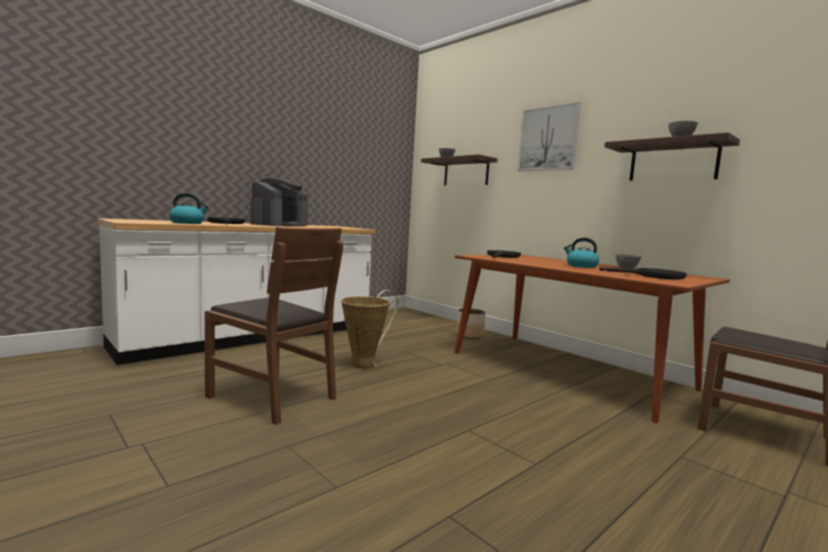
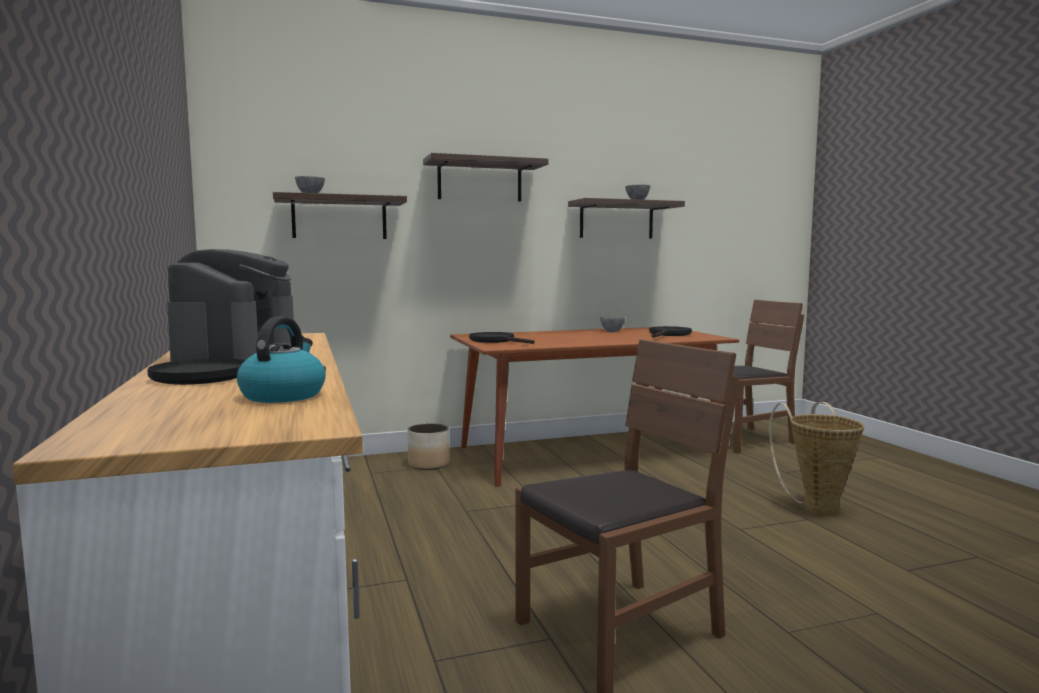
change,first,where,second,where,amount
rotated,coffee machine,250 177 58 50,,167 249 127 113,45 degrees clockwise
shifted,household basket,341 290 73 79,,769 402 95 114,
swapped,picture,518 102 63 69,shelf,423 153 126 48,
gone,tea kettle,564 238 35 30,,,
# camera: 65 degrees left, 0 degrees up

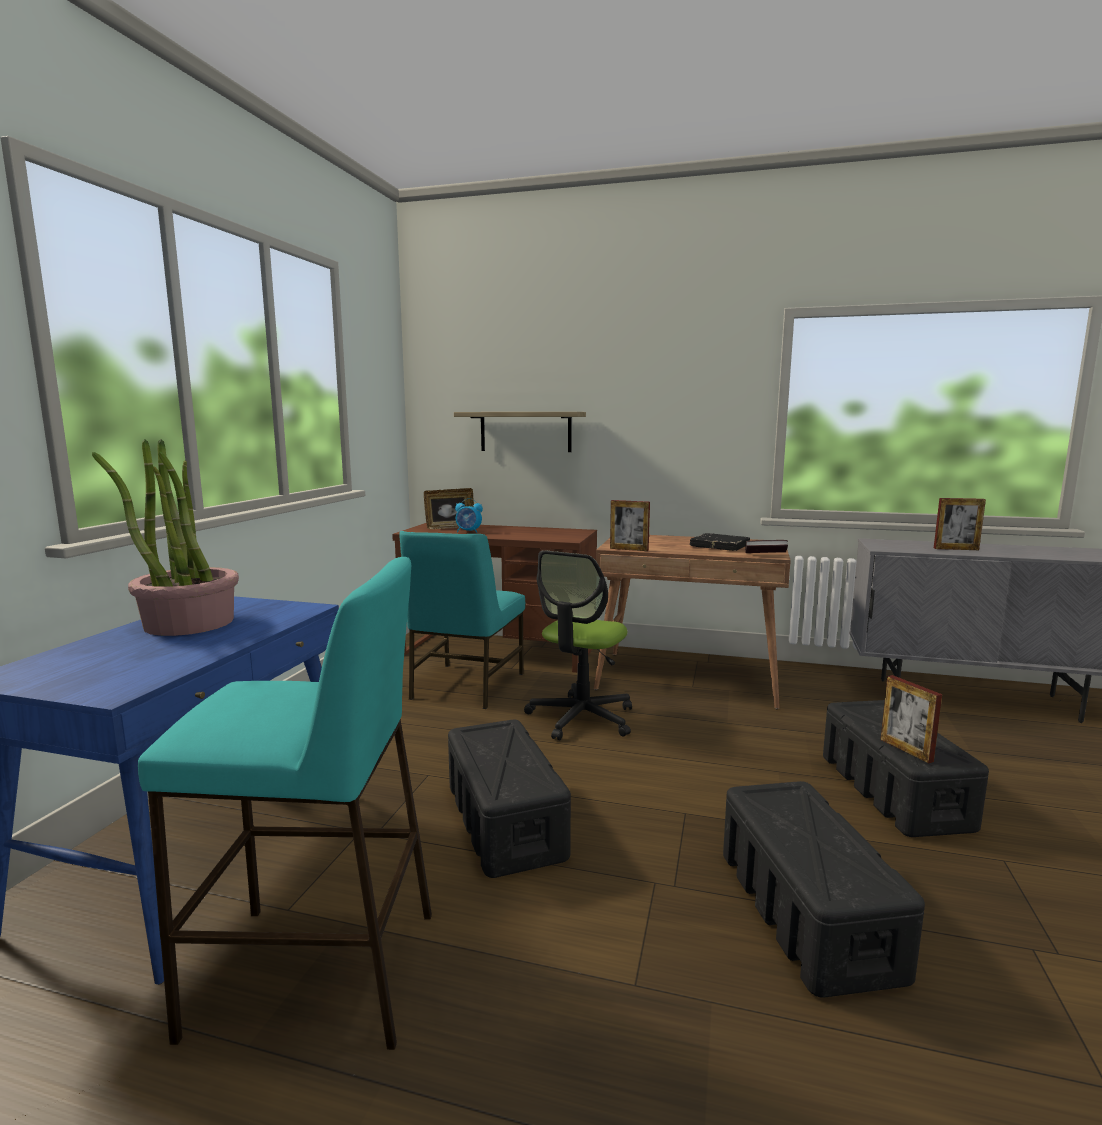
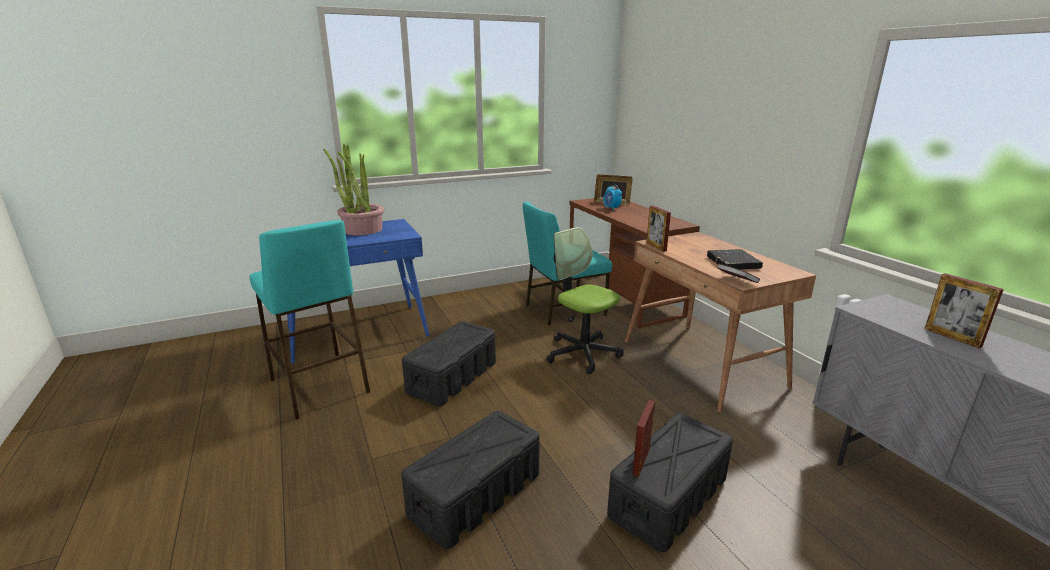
change,first,where,second,where,amount
gone,shelf,454 412 132 40,,,
rotated,desk chair,524 550 108 190,,546 227 78 147,60 degrees clockwise
# camera: 50 degrees right, 10 degrees up

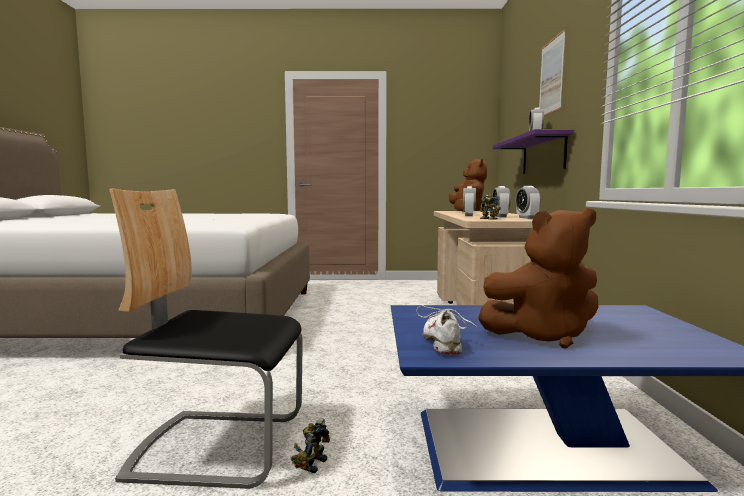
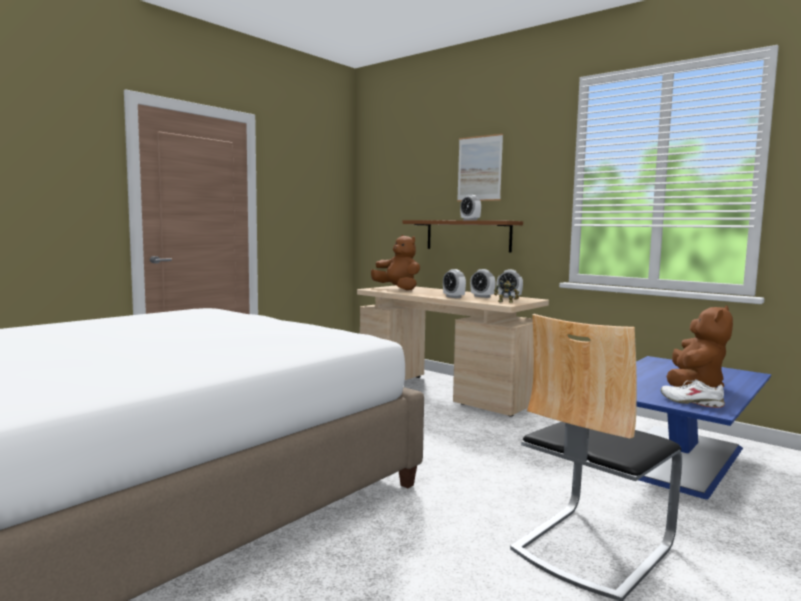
change,first,where,second,where,amount
gone,toy robot,290 418 40 55,,,
repainted,shelf (purple-coloured),493 129 81 45,shelf (brown),403 220 120 32,
# camera: 50 degrees left, 0 degrees up

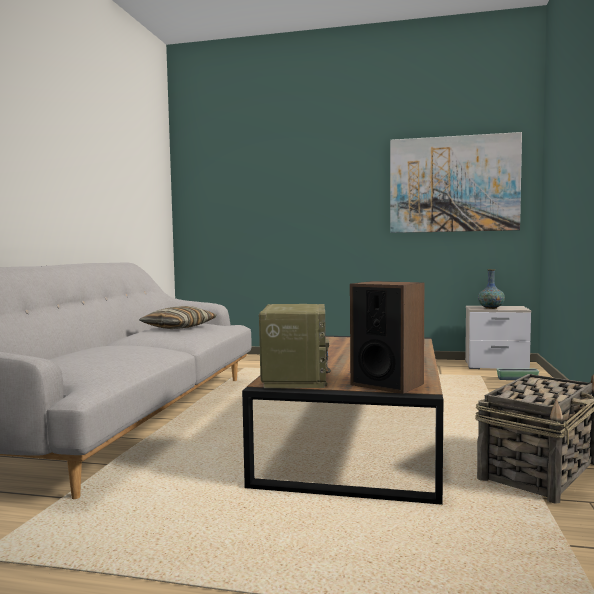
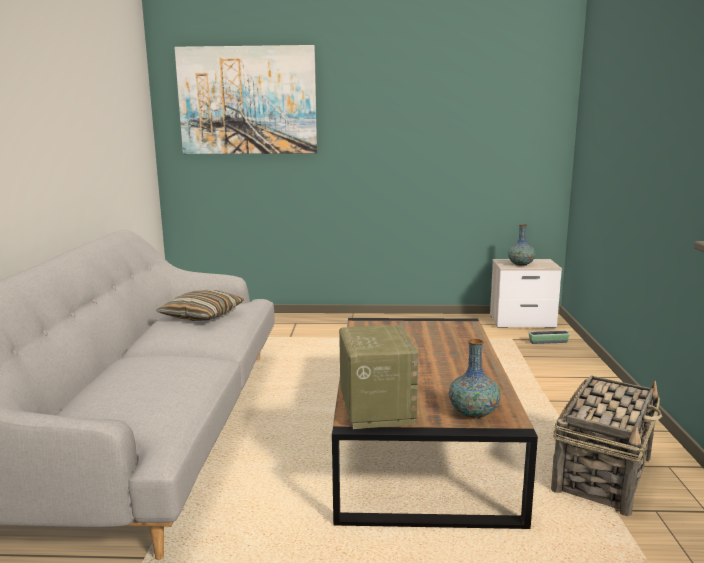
change,first,where,second,where,amount
swapped,audio speaker,350 281 74 113,decorative vase,449 339 52 79,
shifted,picture,390 132 132 101,,174 45 143 109,
# camera: 10 degrees left, 10 degrees up

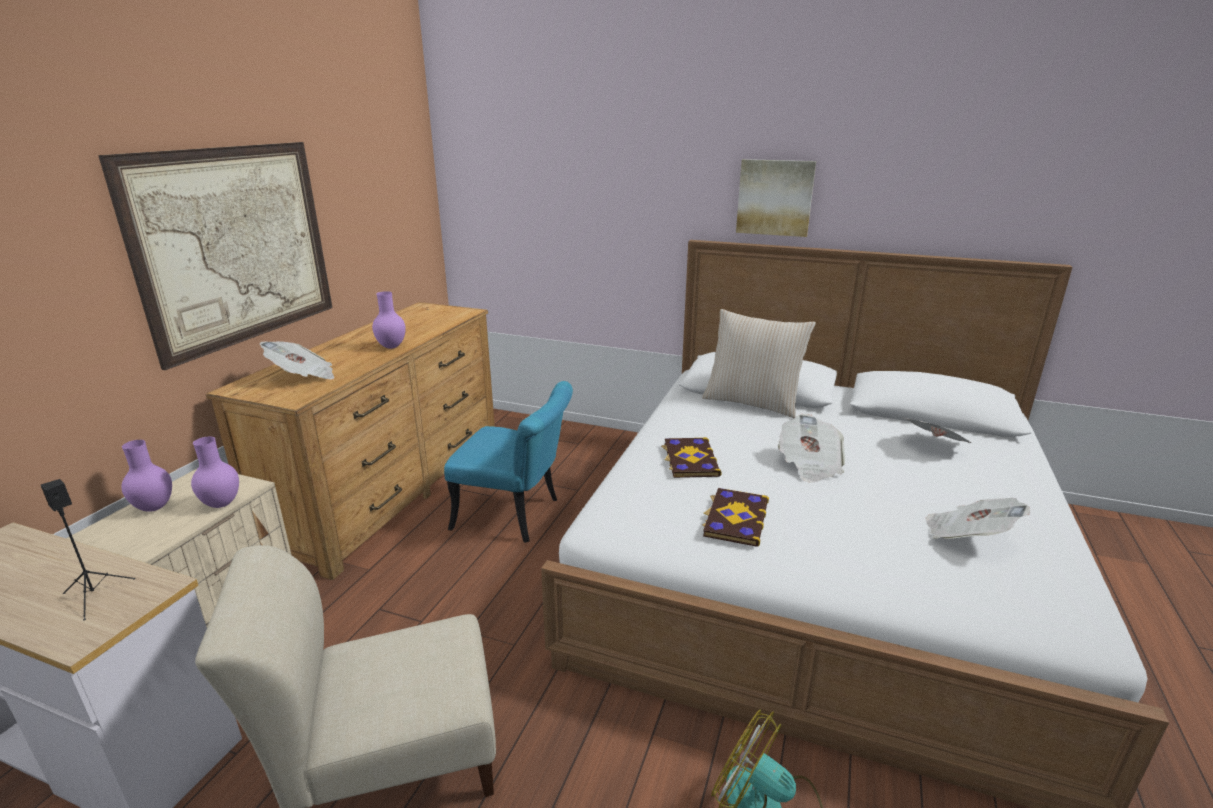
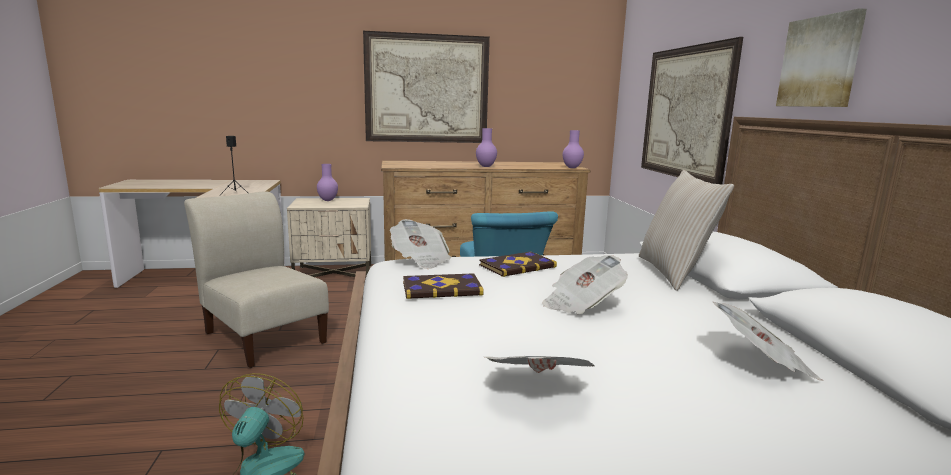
change,first,where,second,where,amount
shifted,decorative vase (purple-coloured),191 437 48 71,,563 130 21 38,
shifted,daily paper,259 341 75 38,,390 219 61 50,
new,,,picture,641 37 102 147,
# camera: 60 degrees right, 10 degrees down

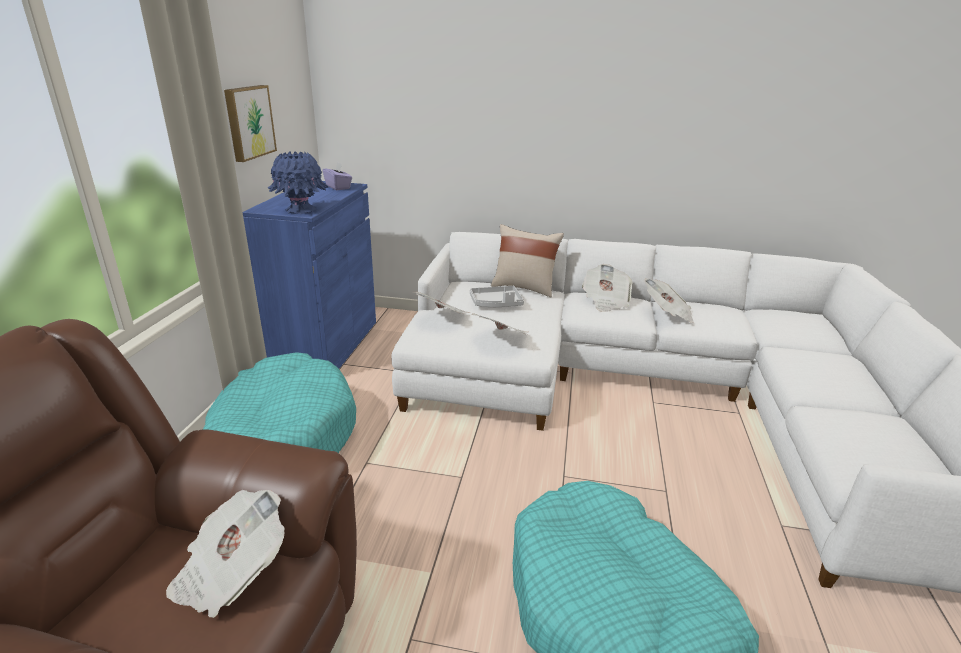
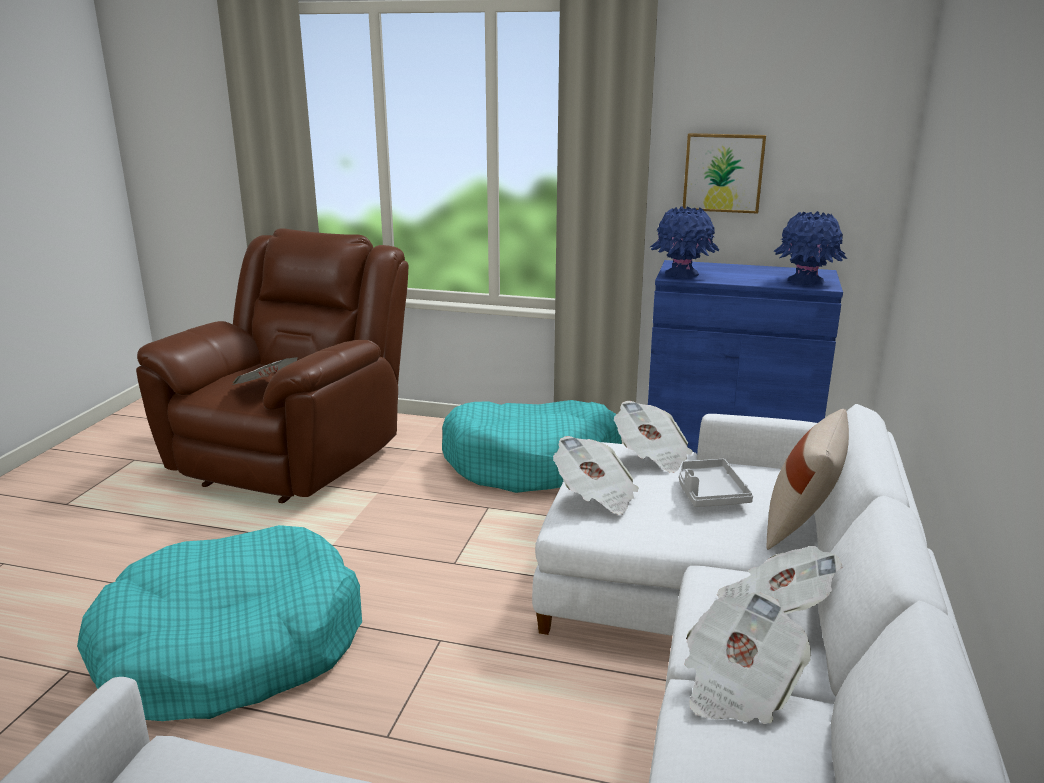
change,first,where,second,where,amount
swapped,box of tissues (purple-coloured),323 162 29 28,decorative vase (blue),774 211 73 75,
# camera: 95 degrees right, 5 degrees down

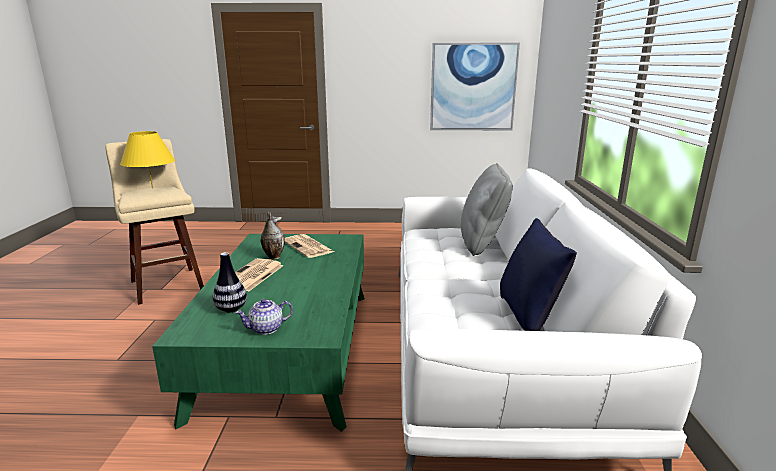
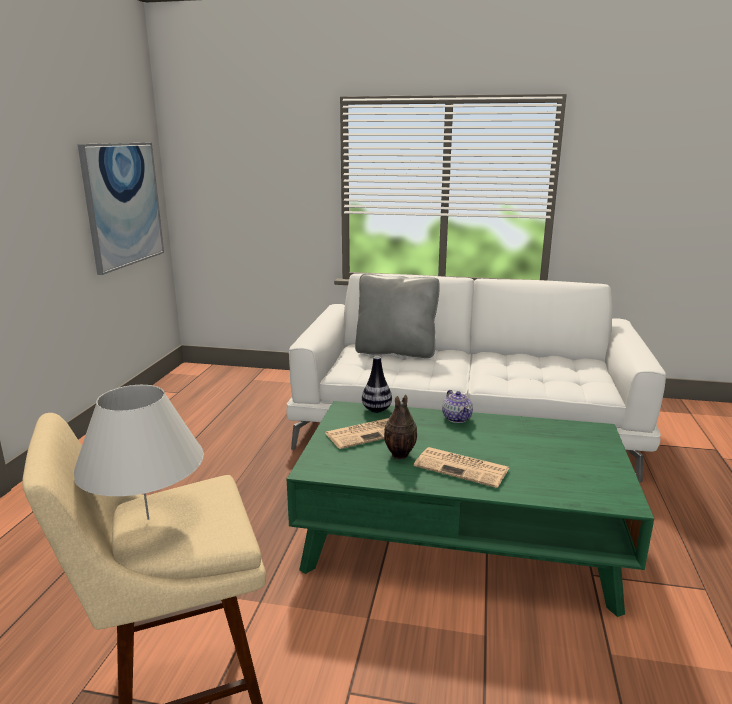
change,first,where,second,where,amount
repainted,table lamp (yellow-coloured),120 131 55 58,table lamp (white-coloured),74 385 130 135,
shifted,decorative vase,213 252 34 60,,362 356 30 57,
shifted,pot for tea,235 299 58 36,,442 390 31 33,
gone,cushion (blue),500 218 77 113,,,
# camera: 80 degrees left, 0 degrees up

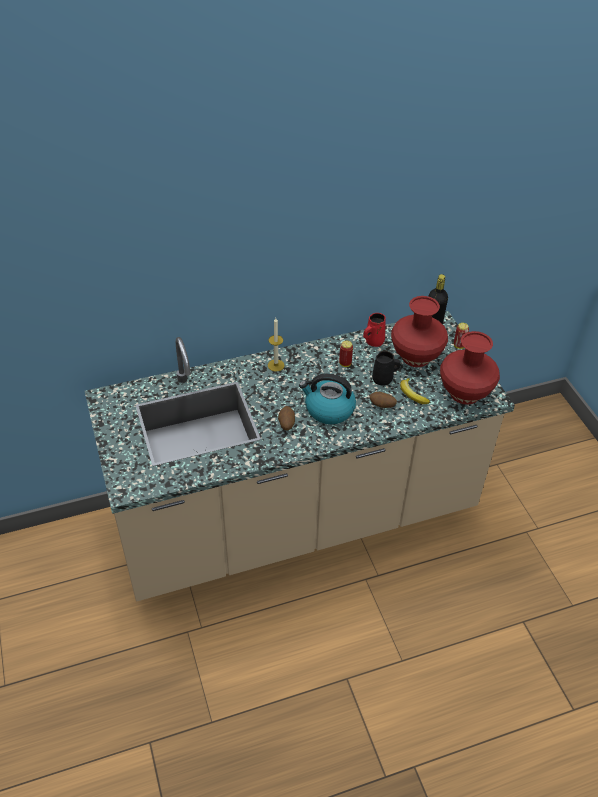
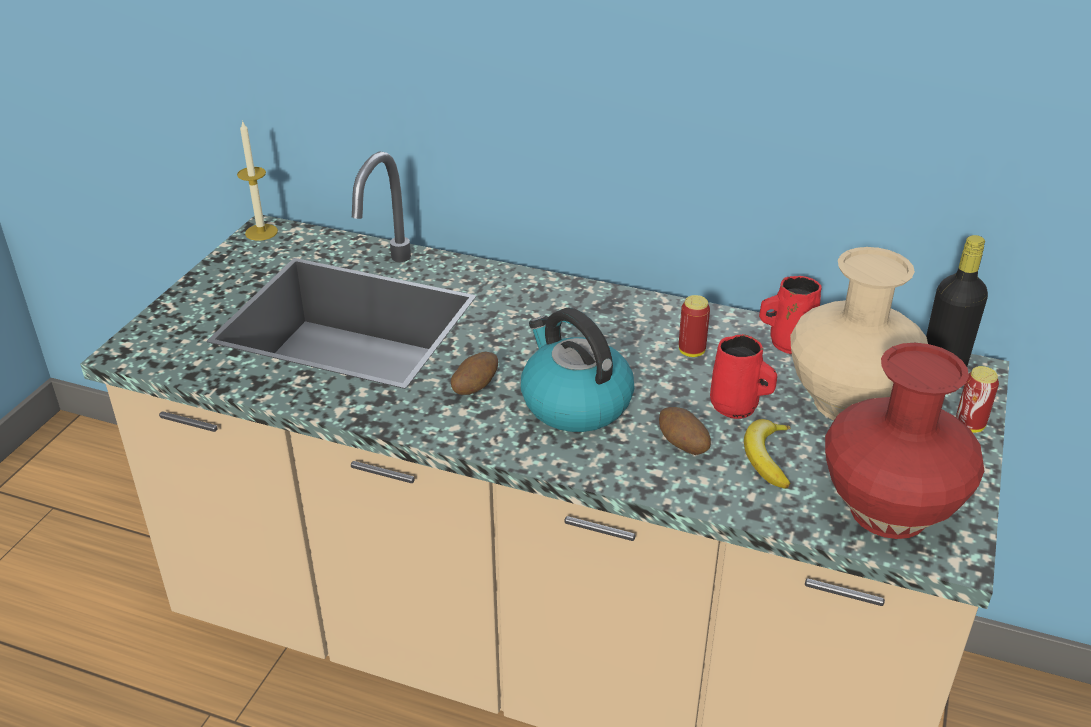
change,first,where,second,where,amount
shifted,wax light,268 318 17 53,,237 120 41 121,
repainted,coffee mug (blackish),372 351 28 35,coffee mug (red-coloured),710 334 67 85,
repainted,decorative vase (red-coloured),391 296 57 71,decorative vase (beige-coloured),790 247 138 173,
# camera: 40 degrees right, 10 degrees down

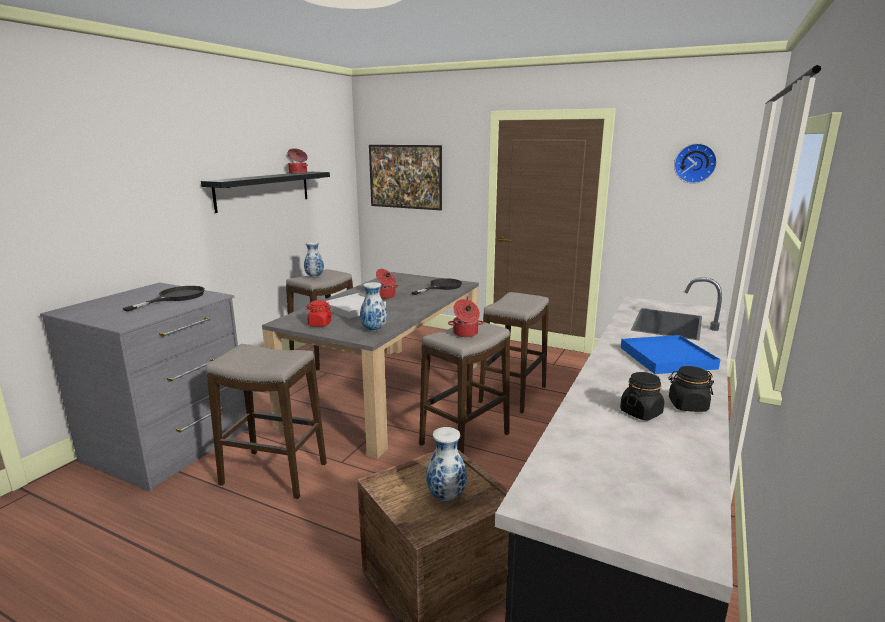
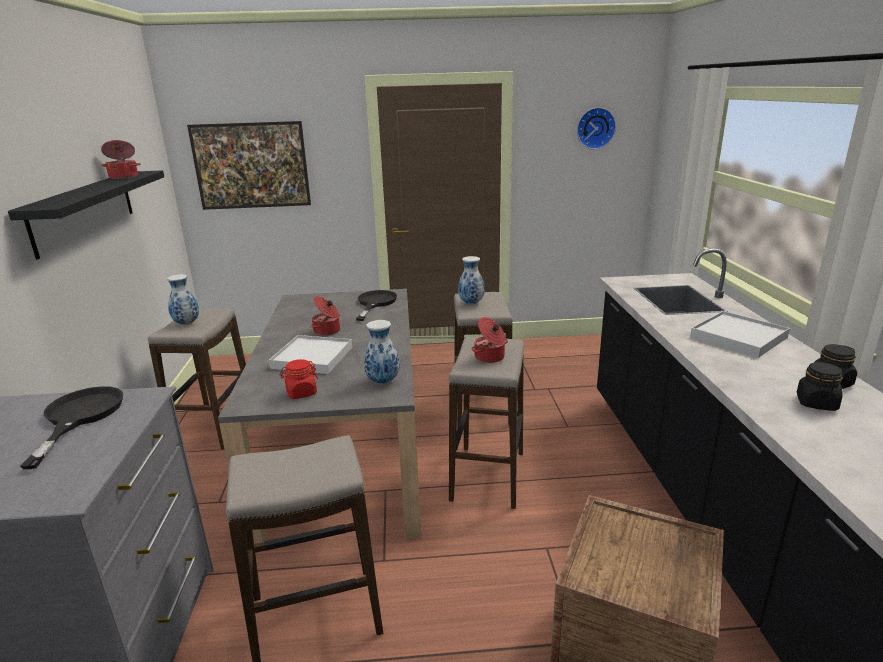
change,first,where,second,where,amount
shifted,decorative vase,426 427 41 74,,458 256 27 49,
repainted,tray (blue),621 335 100 39,tray (white-coloured),690 311 100 47,
# camera: 30 degrees left, 5 degrees up

